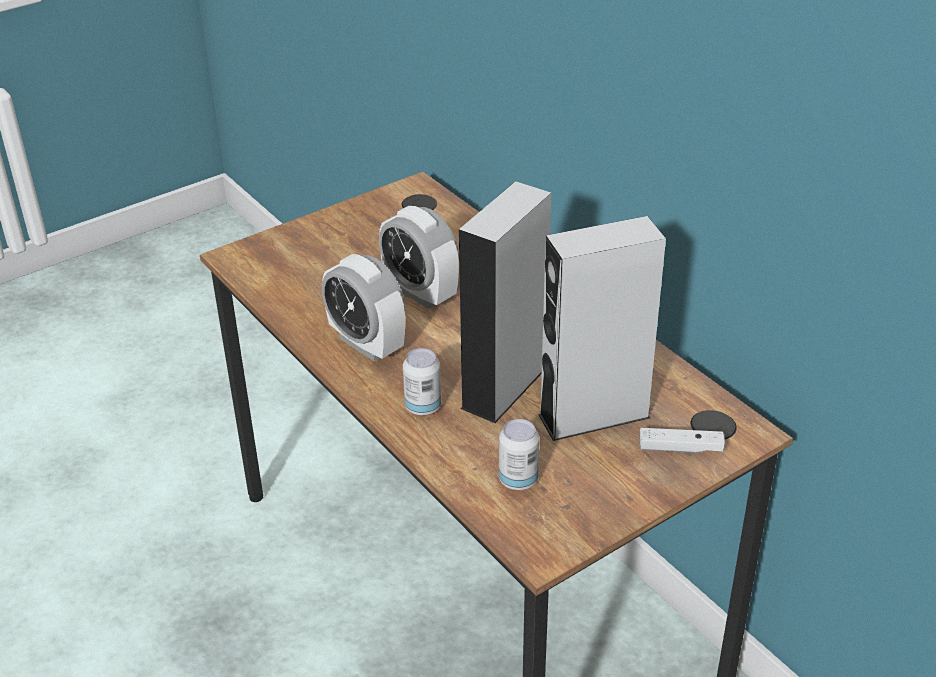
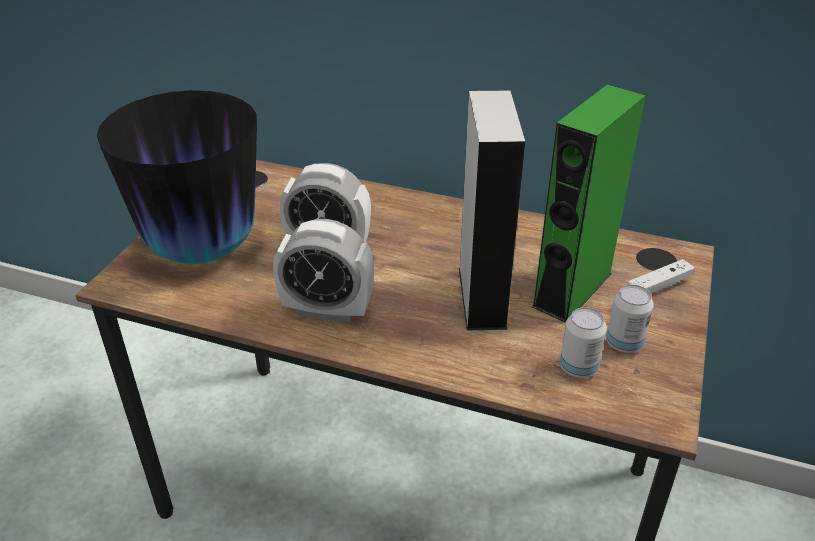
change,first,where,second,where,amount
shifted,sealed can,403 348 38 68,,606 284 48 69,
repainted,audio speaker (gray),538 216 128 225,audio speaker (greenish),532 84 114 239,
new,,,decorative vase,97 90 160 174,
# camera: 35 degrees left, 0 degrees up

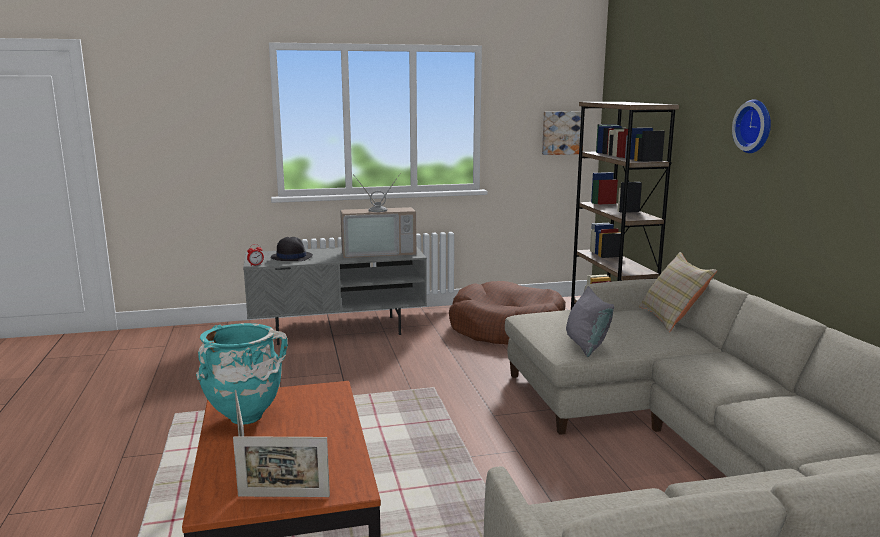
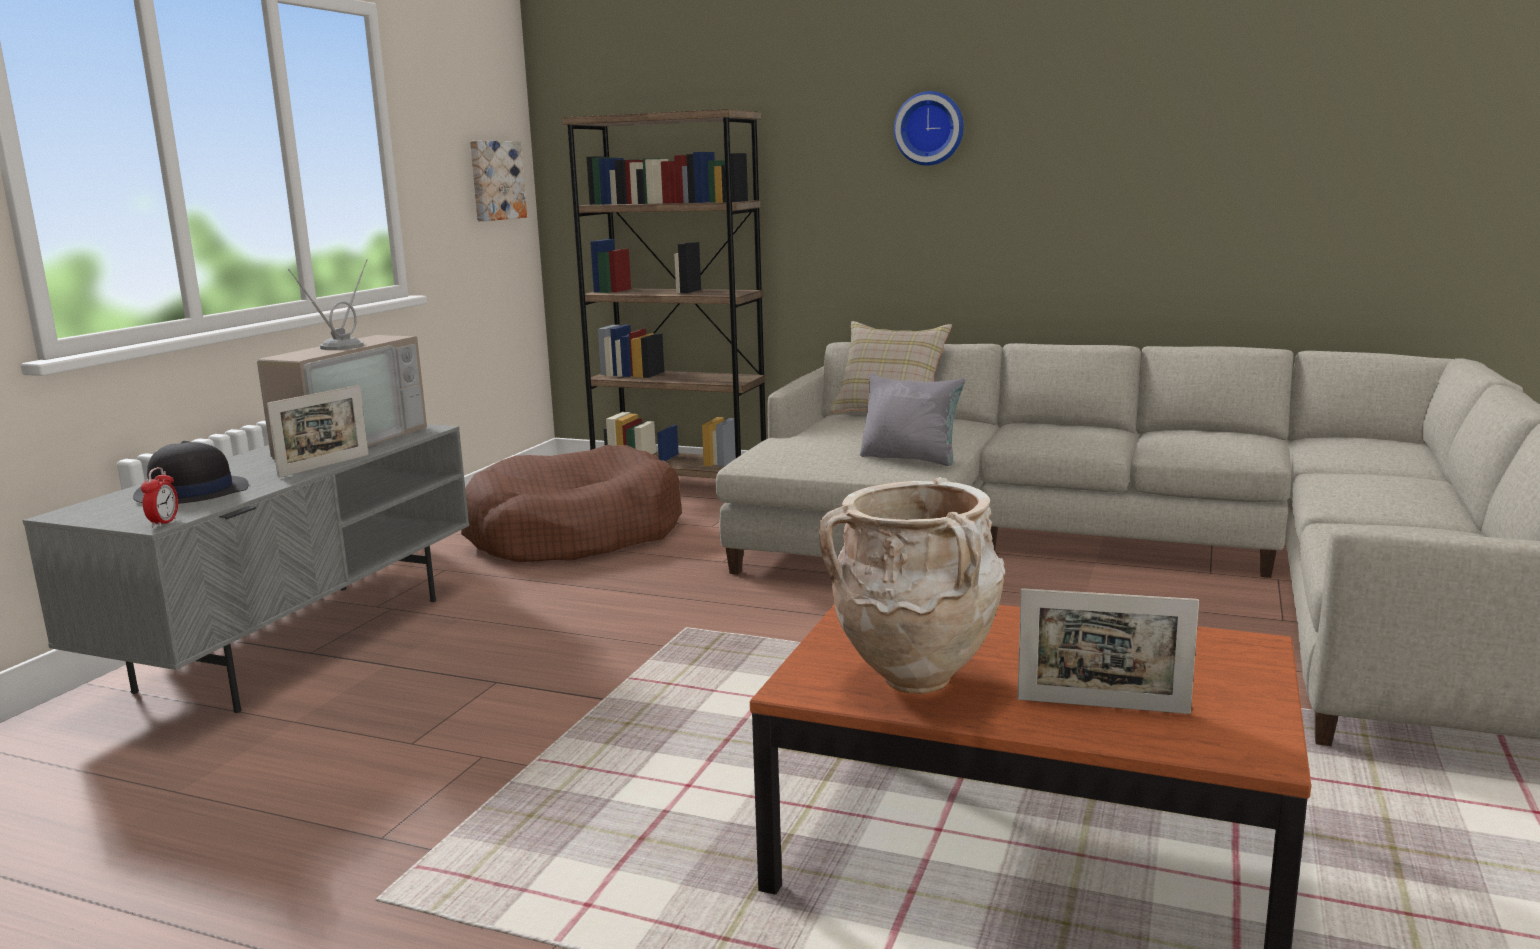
change,first,where,second,where,amount
repainted,decorative vase (turquoise),196 323 92 102,decorative vase (beige-coloured),819 477 186 217,
shifted,standing frame,233 436 97 61,,267 385 102 93,
# camera: 55 degrees left, 0 degrees up

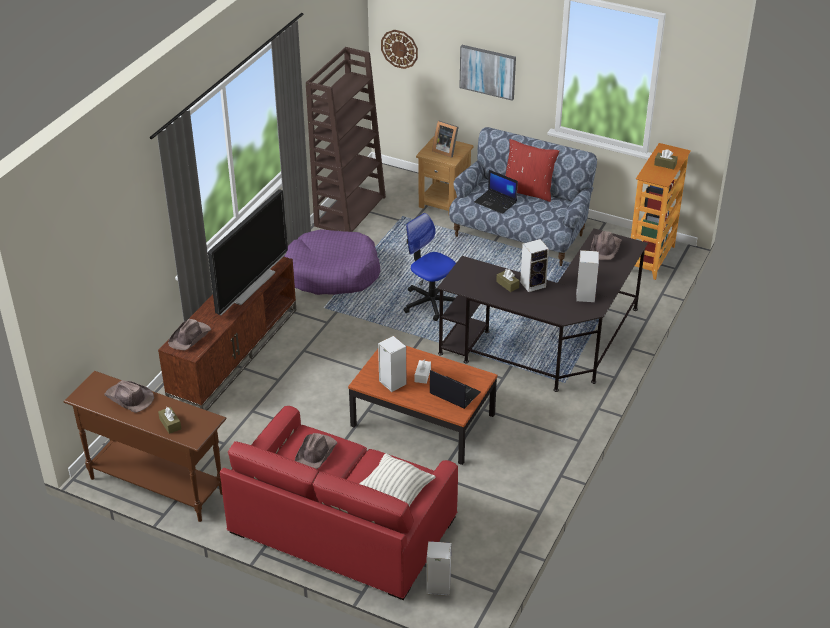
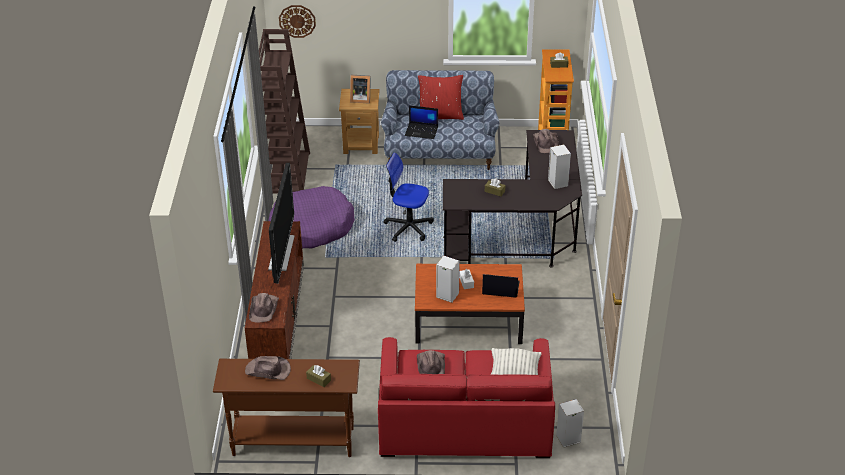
change,first,where,second,where,amount
gone,picture,459 45 57 56,,,
gone,audio speaker,520 239 29 53,,,
# camera: 25 degrees left, 0 degrees up

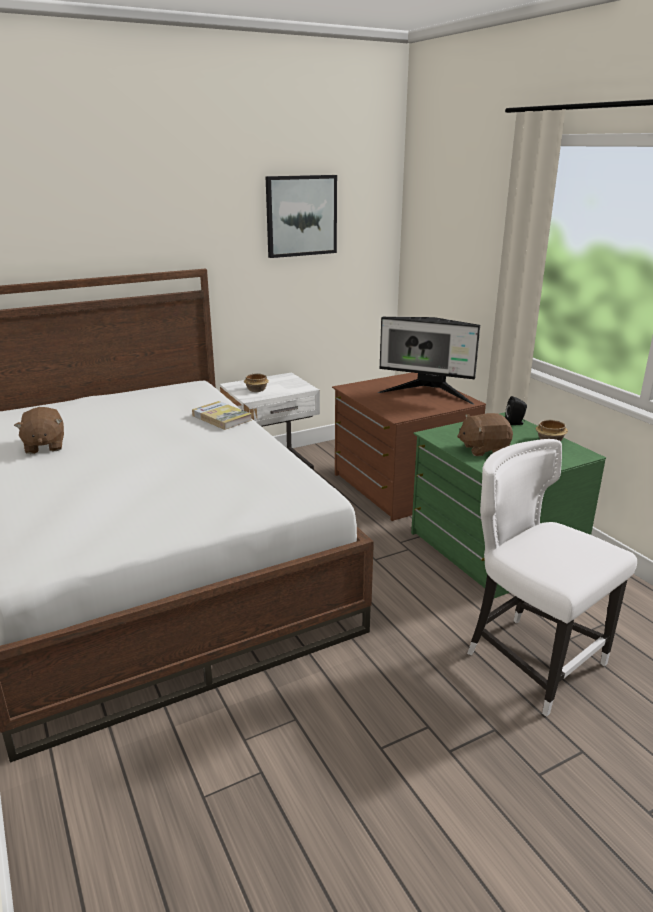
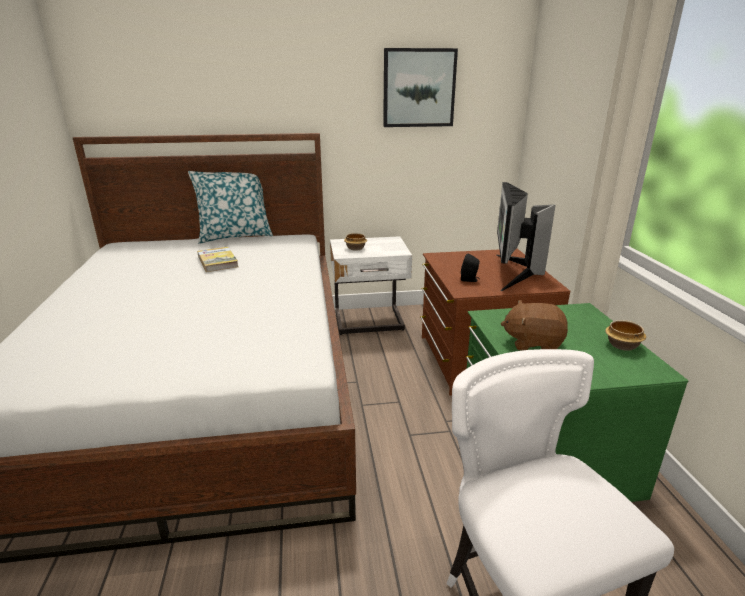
change,first,where,second,where,amount
gone,soft toy (brown),14 407 50 47,,,
shifted,book,192 401 60 29,,197 247 41 25,
rotated,computer display,378 317 102 88,,497 182 59 110,60 degrees clockwise
shifted,audio speaker (blackish),505 396 22 29,,461 253 19 29,
new,,,cushion,188 171 85 73,
# camera: 20 degrees right, 0 degrees up

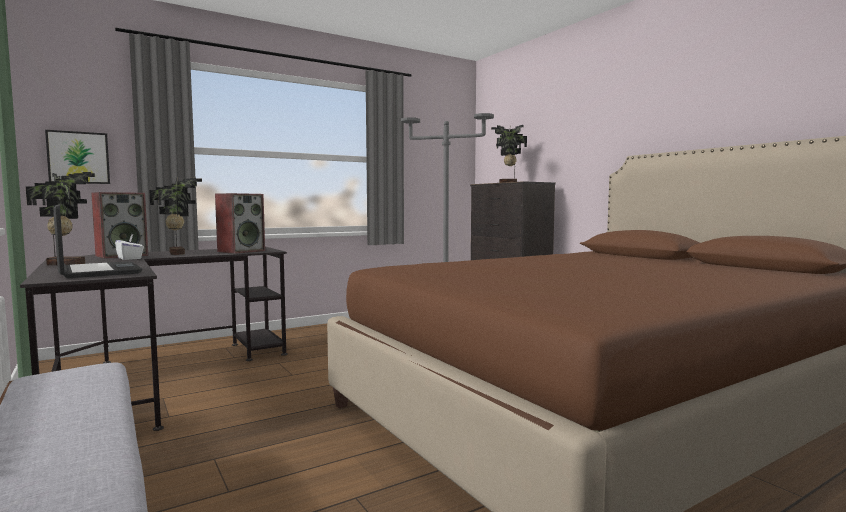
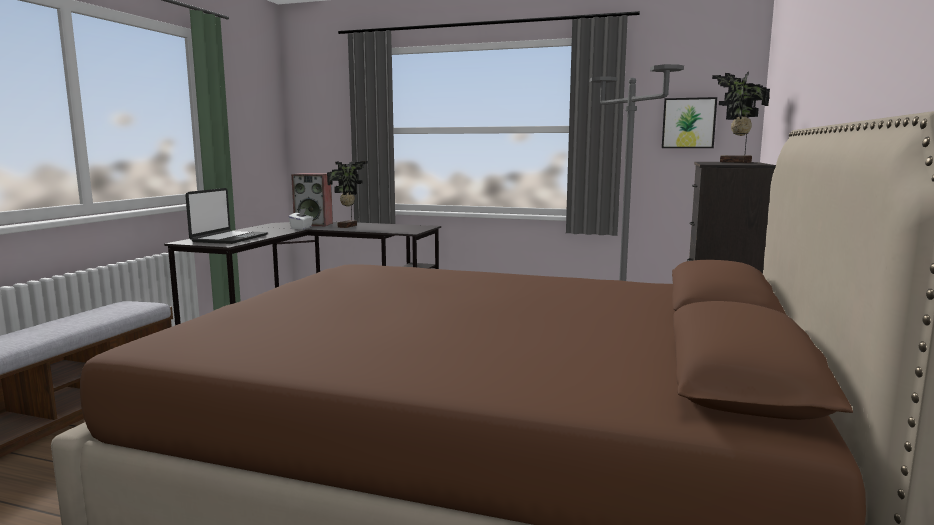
change,first,where,second,where,amount
gone,potted plant,26 172 69 93,,,
shifted,picture,45 130 65 54,,662 97 55 51,
gone,audio speaker,215 193 50 61,,,
# camera: 50 degrees right, 5 degrees up

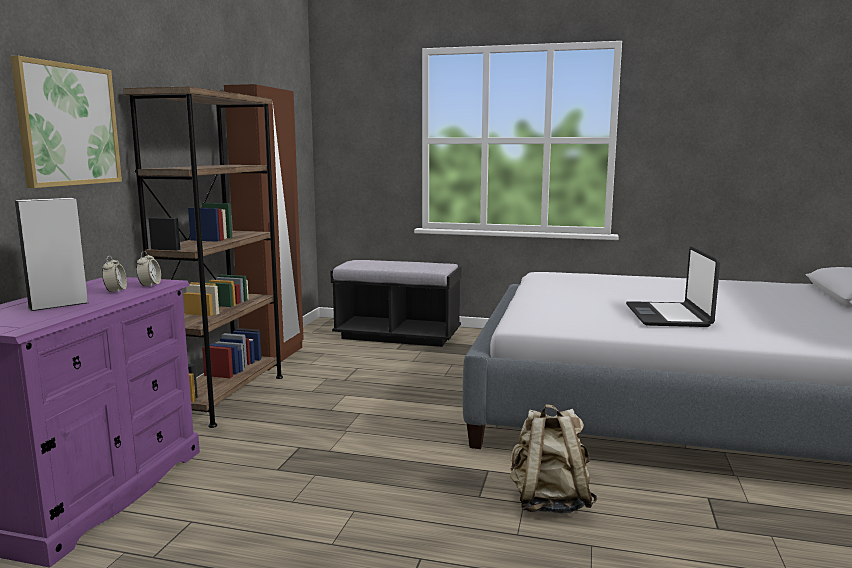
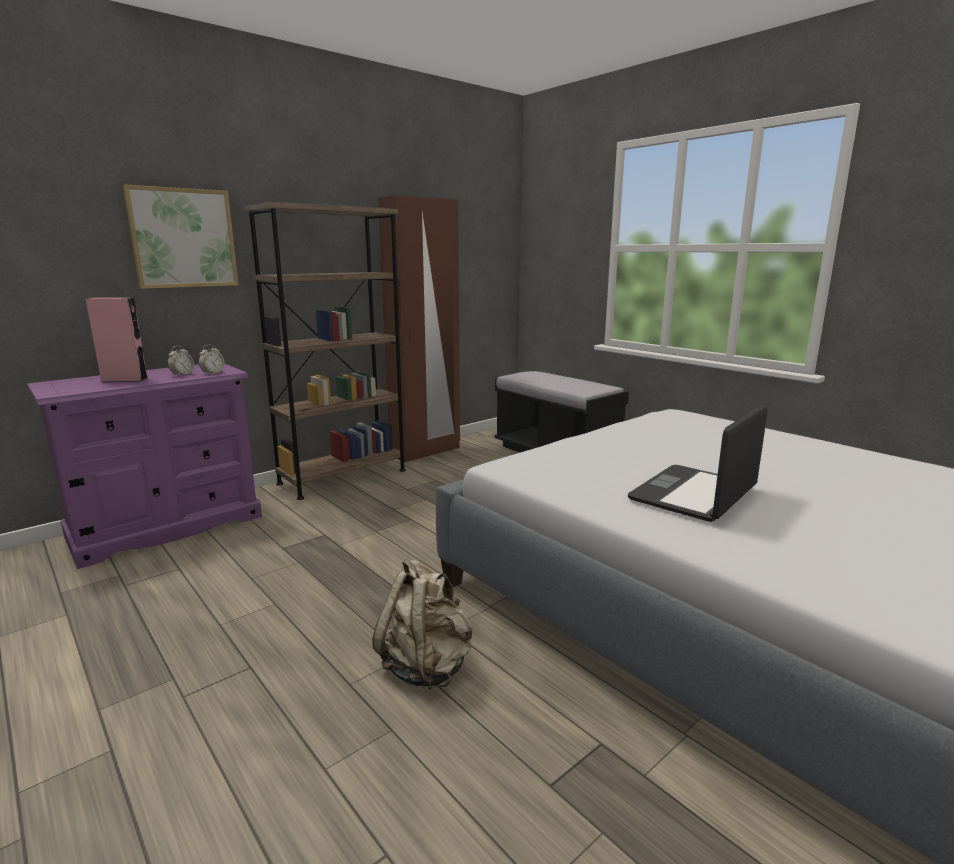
change,first,where,second,where,amount
repainted,audio speaker (gray),15 198 73 113,audio speaker (pinkish),86 297 62 85,
# camera: 35 degrees right, 5 degrees up

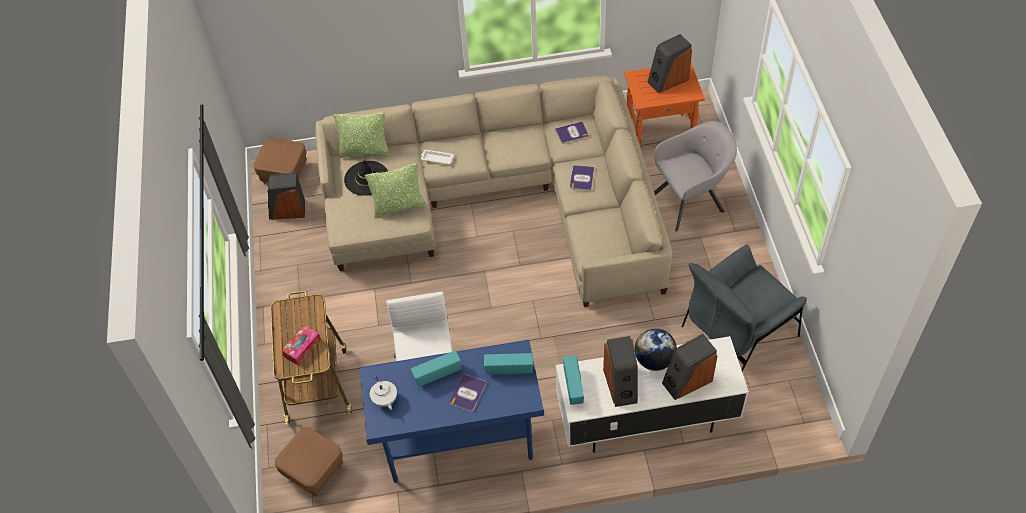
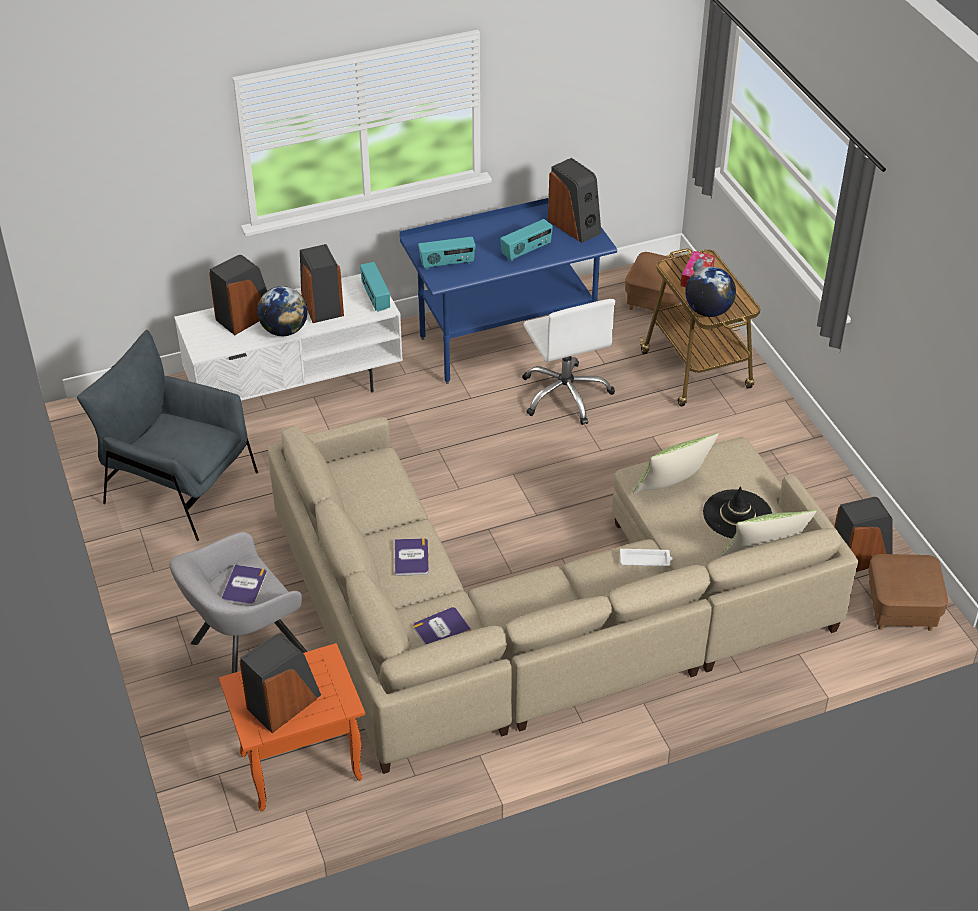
change,first,where,second,where,amount
swapped,pot for tea (white-coloured),370 376 27 34,audio speaker,548 158 54 85,
shifted,book,450 374 37 38,,222 565 45 41,
rotated,armchair (gray),681 245 126 127,,77 330 181 211,105 degrees counterclockwise
new,,,globe,685 267 51 50,
# camera: 165 degrees right, 10 degrees down

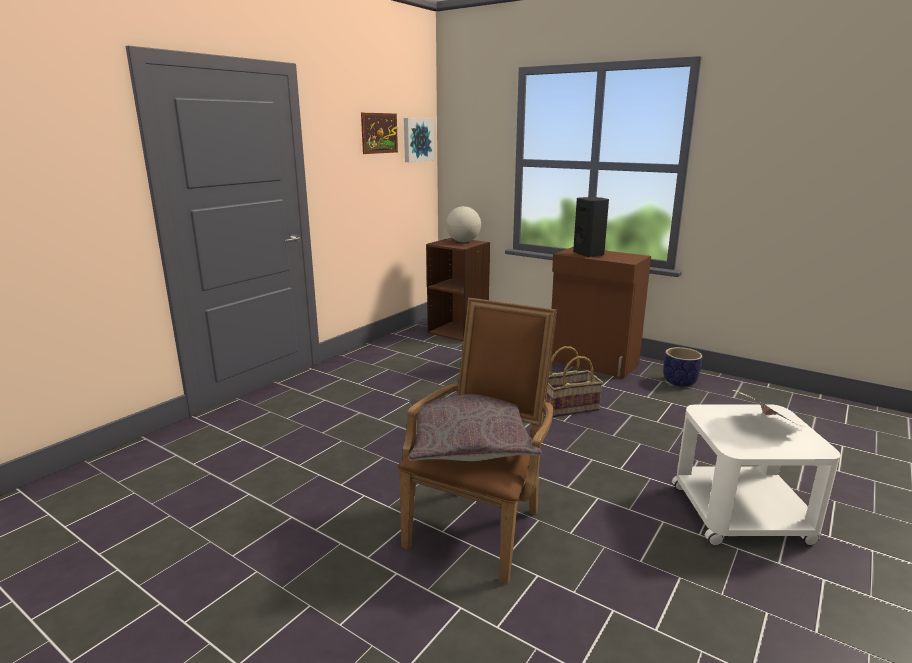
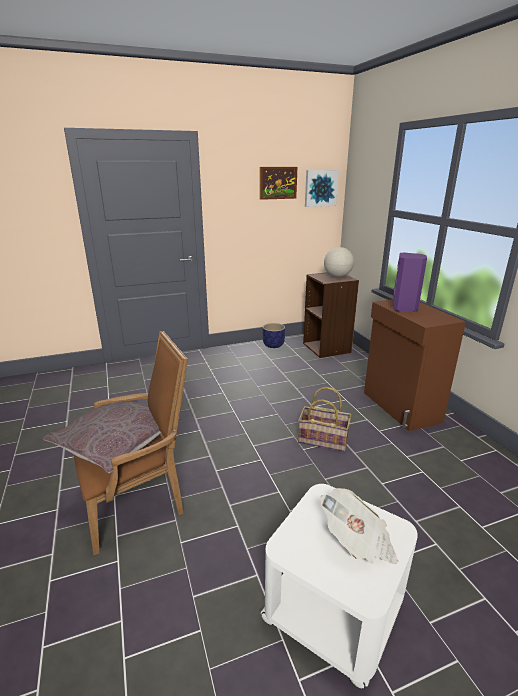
change,first,where,second,where,amount
repainted,audio speaker (blackish),573 197 36 60,audio speaker (purple-coloured),393 253 34 59,
shifted,flower pot,663 347 40 40,,263 323 22 25,
# camera: 35 degrees right, 5 degrees up

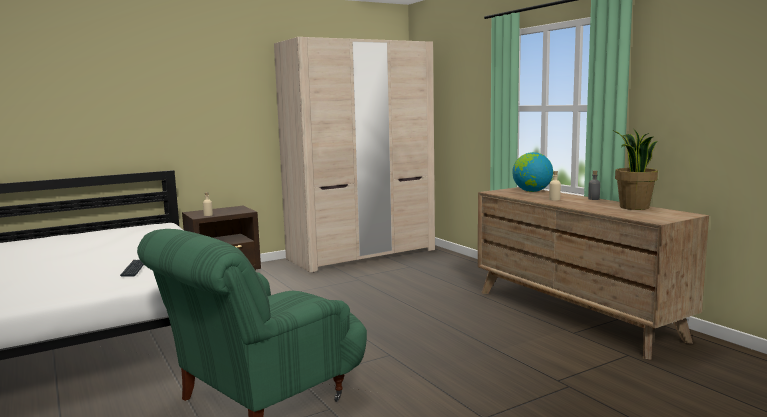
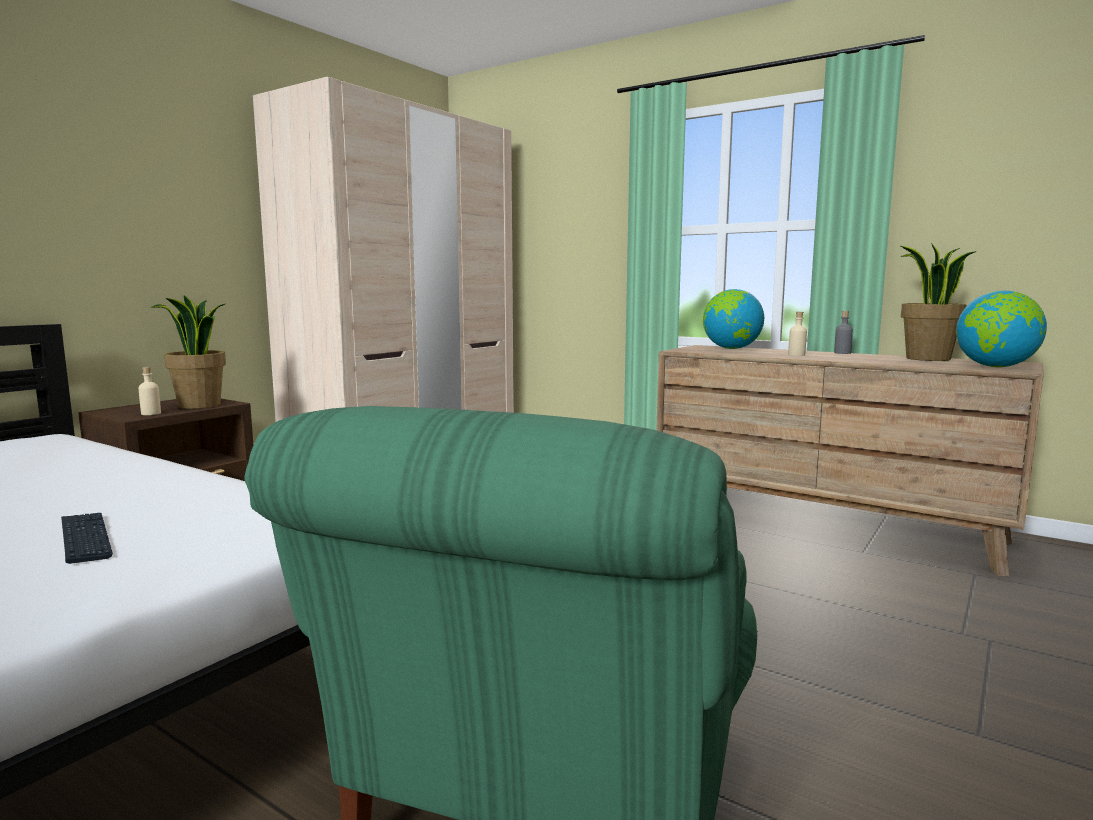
change,first,where,second,where,amount
new,,,potted plant,150 295 76 114,
new,,,globe,956 291 91 76,
# camera: 25 degrees left, 0 degrees up

